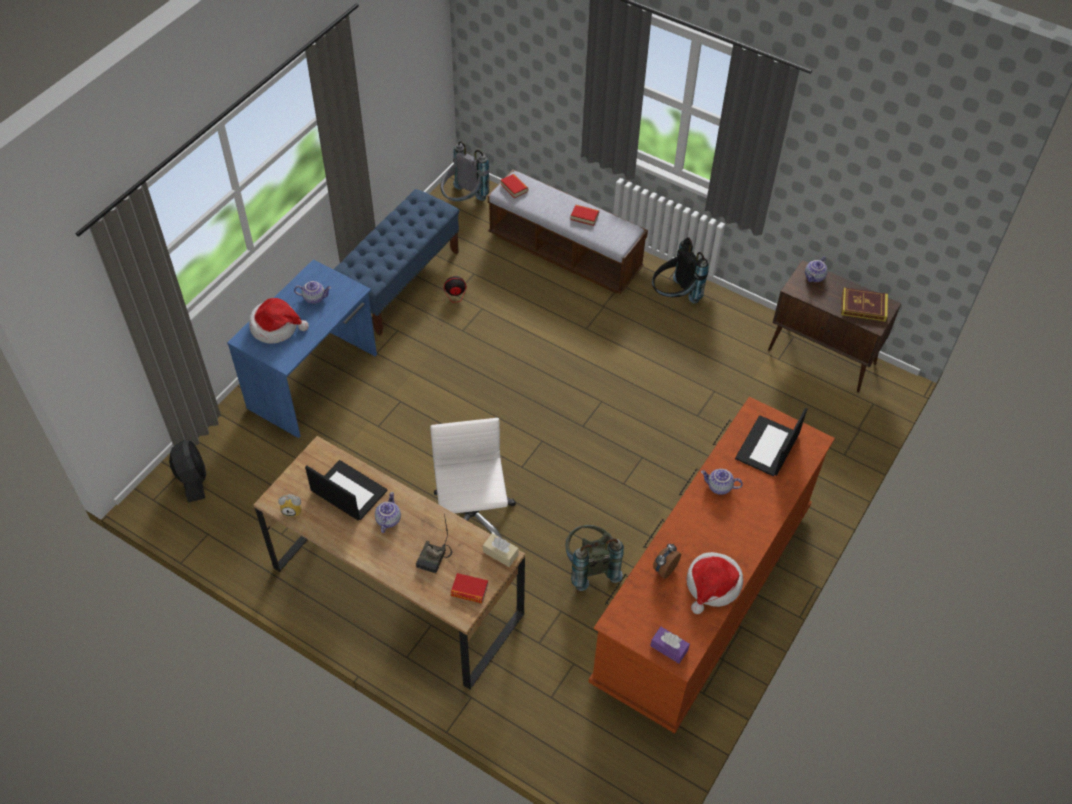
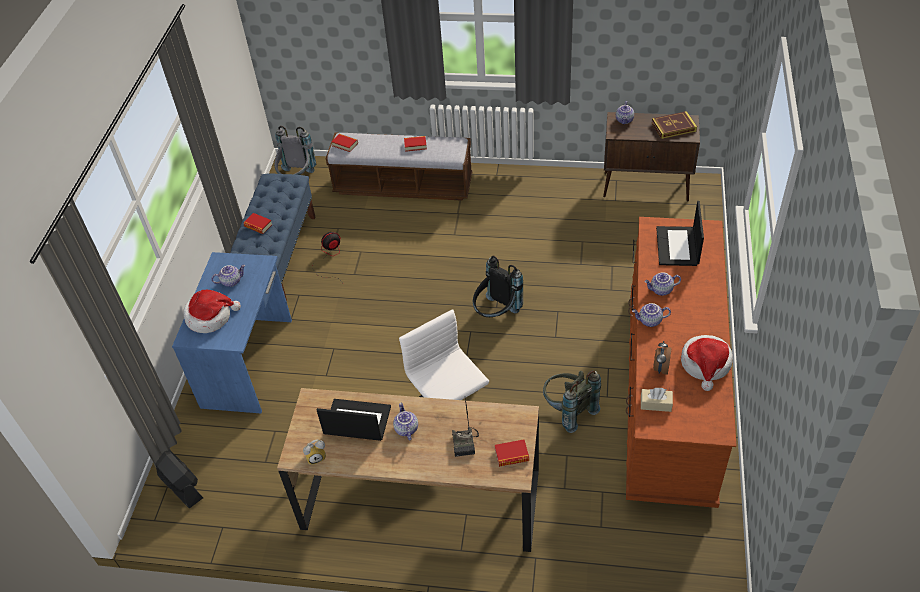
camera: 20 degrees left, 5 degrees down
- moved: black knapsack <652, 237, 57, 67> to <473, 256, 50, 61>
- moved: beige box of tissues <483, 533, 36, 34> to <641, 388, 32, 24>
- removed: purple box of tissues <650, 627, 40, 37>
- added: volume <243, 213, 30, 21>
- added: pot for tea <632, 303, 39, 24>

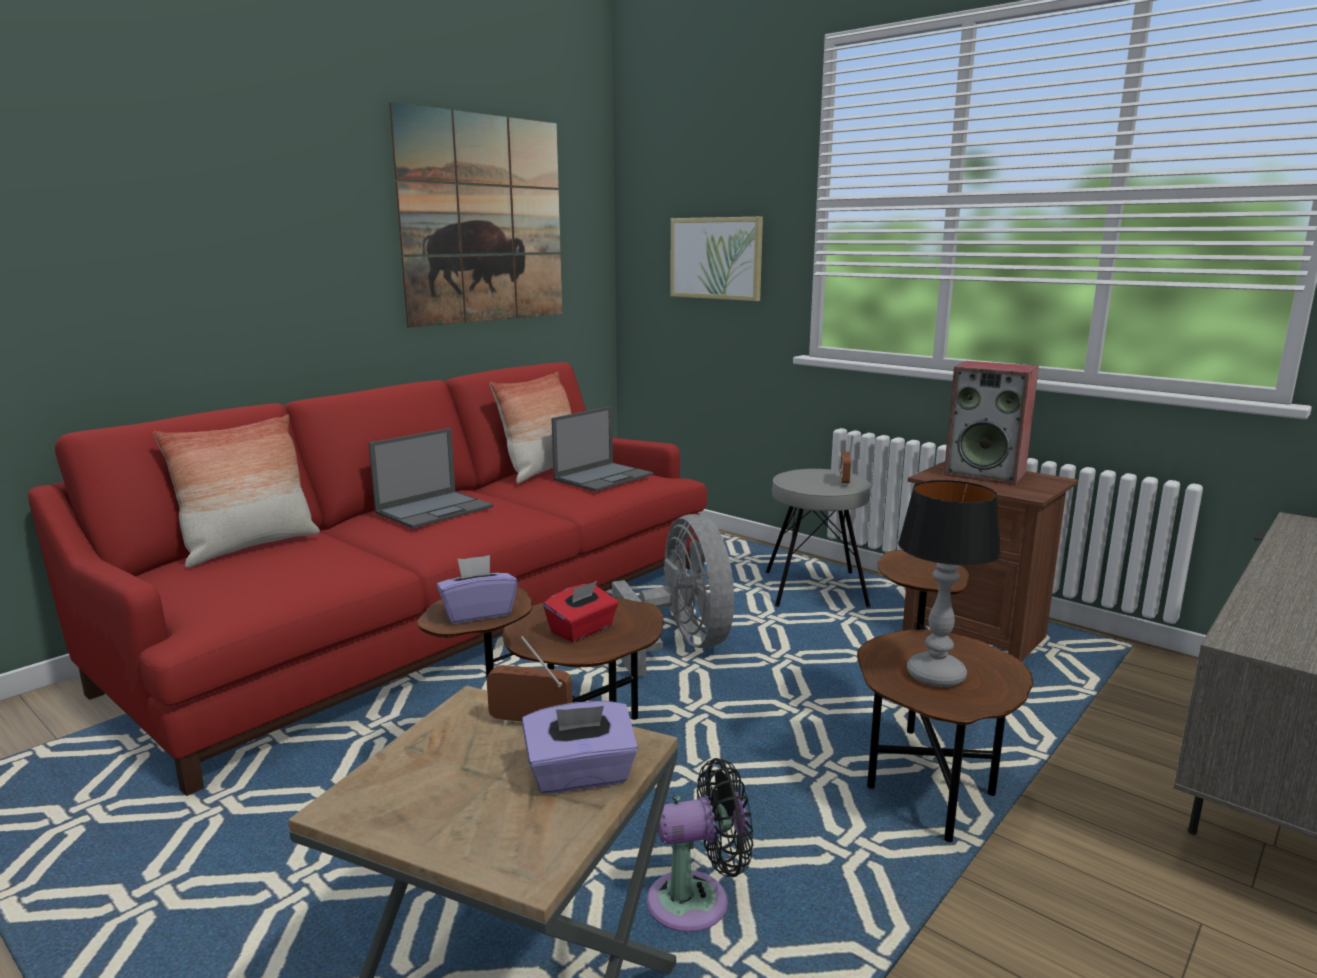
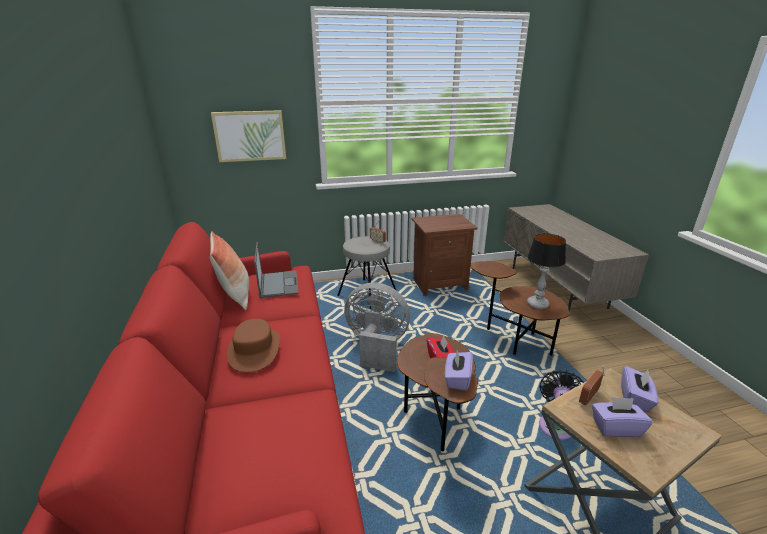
camera: 55 degrees left, 10 degrees up
- removed: picture <389, 102, 173, 226>
- removed: loudspeaker <944, 361, 95, 124>
- removed: pillow <153, 414, 167, 154>
- replaced: portable computer <368, 428, 125, 101> to brown wearable hat <227, 319, 53, 53>
- added: purple box of tissues <592, 397, 61, 40>

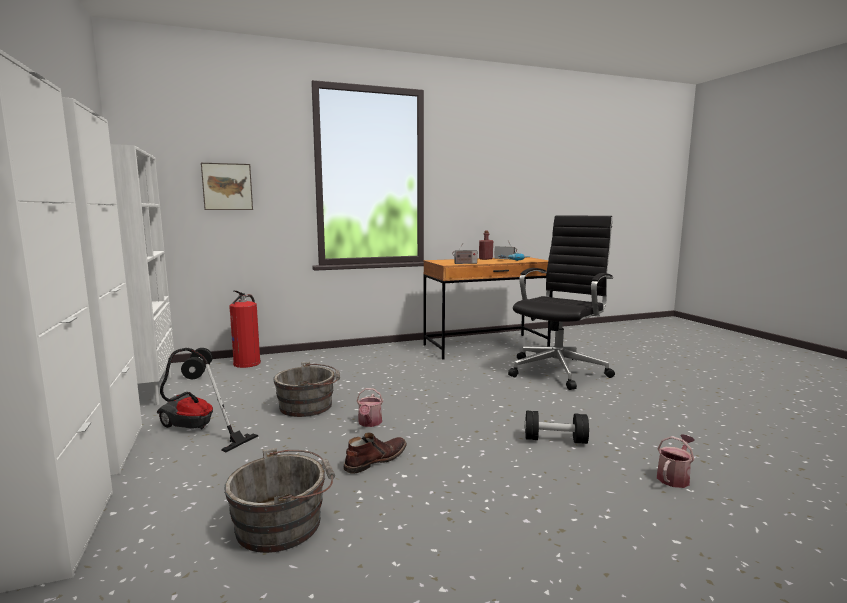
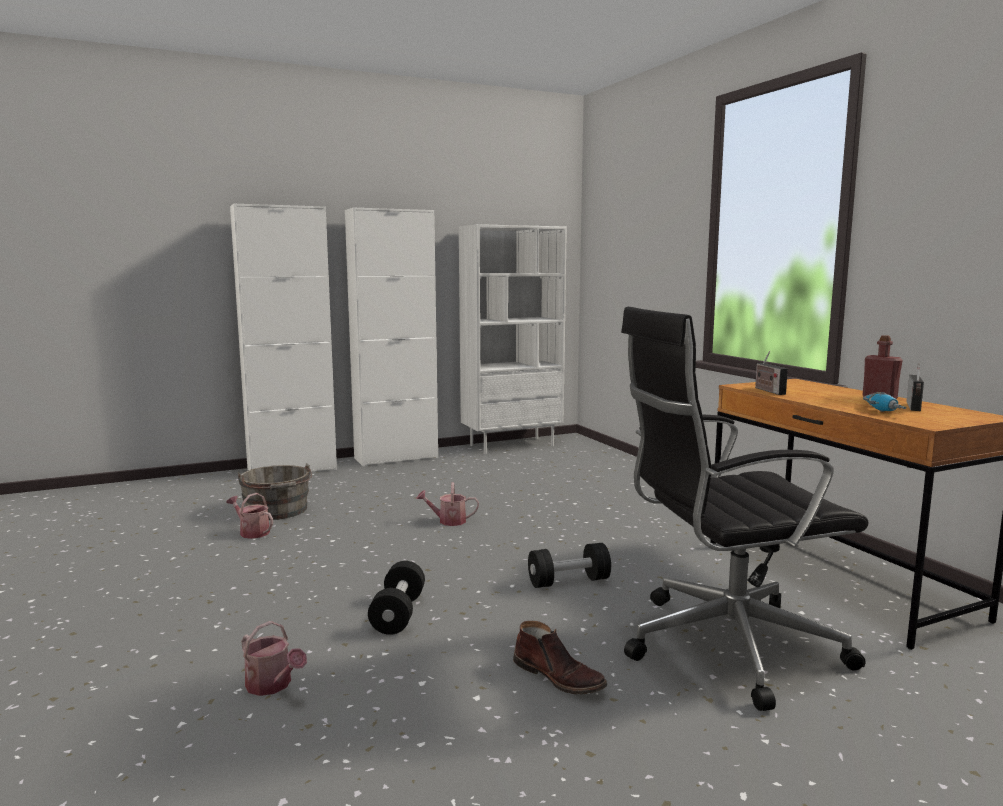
camera: 85 degrees right, 0 degrees up
- removed: picture <201, 163, 52, 47>
- turned: black office chair <508, 215, 107, 175> = <621, 307, 248, 404> 135 degrees clockwise
- removed: fire extinguisher <229, 291, 32, 77>
- removed: vacuum cleaner <157, 348, 101, 104>
- moved: black dumbbell <181, 348, 32, 31> to <528, 543, 83, 45>
- removed: gray water bucket <273, 362, 67, 55>
- moved: brown tall boot <343, 433, 64, 41> to <513, 621, 94, 74>
- added: watering pot <226, 493, 47, 46>

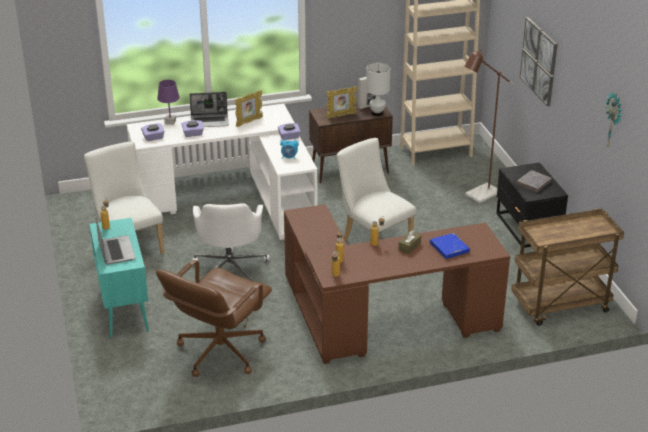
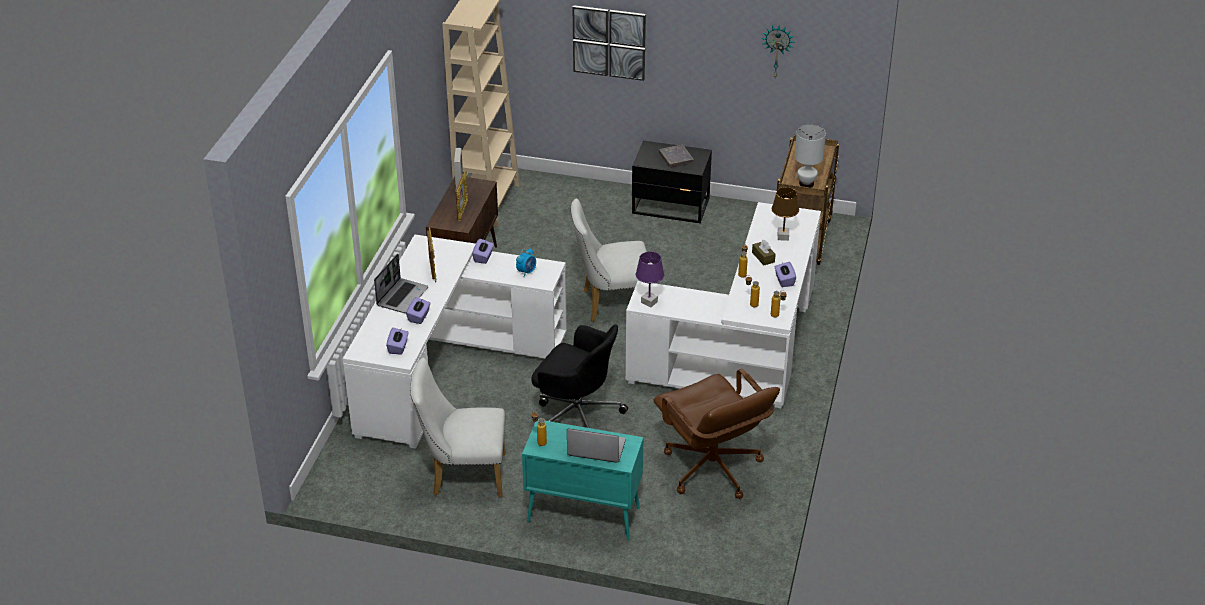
camera: 60 degrees left, 5 degrees up
- removed: brown standing lamp <464, 50, 50, 153>
- moved: white-coloured tabletop lamp <366, 63, 25, 53> to <795, 125, 31, 62>
- moved: purple tabletop lamp <157, 80, 23, 45> to <636, 252, 28, 55>
- recoloured: white-coloured office chair <192, 203, 77, 78> to black office chair <531, 325, 97, 103>
- recoloured: brown desk unit <284, 204, 226, 160> to white-coloured desk unit <625, 202, 196, 206>
- replaced: bluish volume <430, 233, 40, 26> to brown tabletop lamp <772, 187, 27, 54>
- added: purple box of tissues <775, 262, 21, 25>

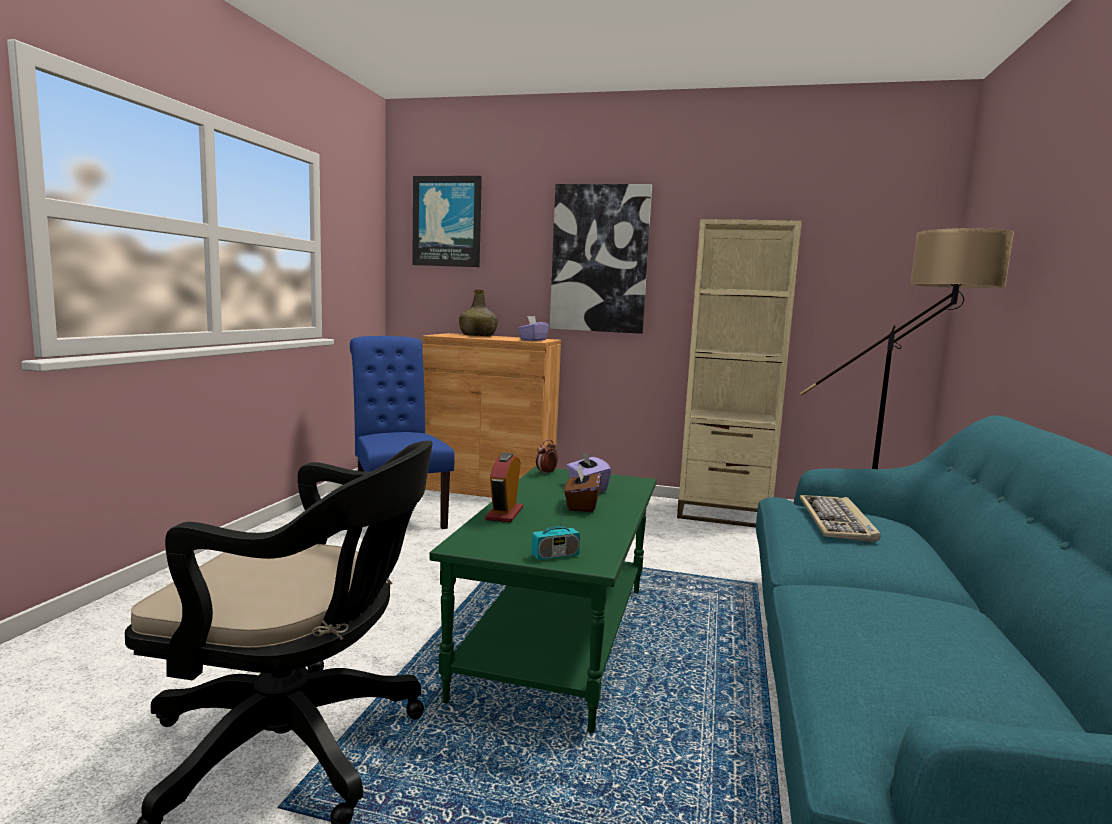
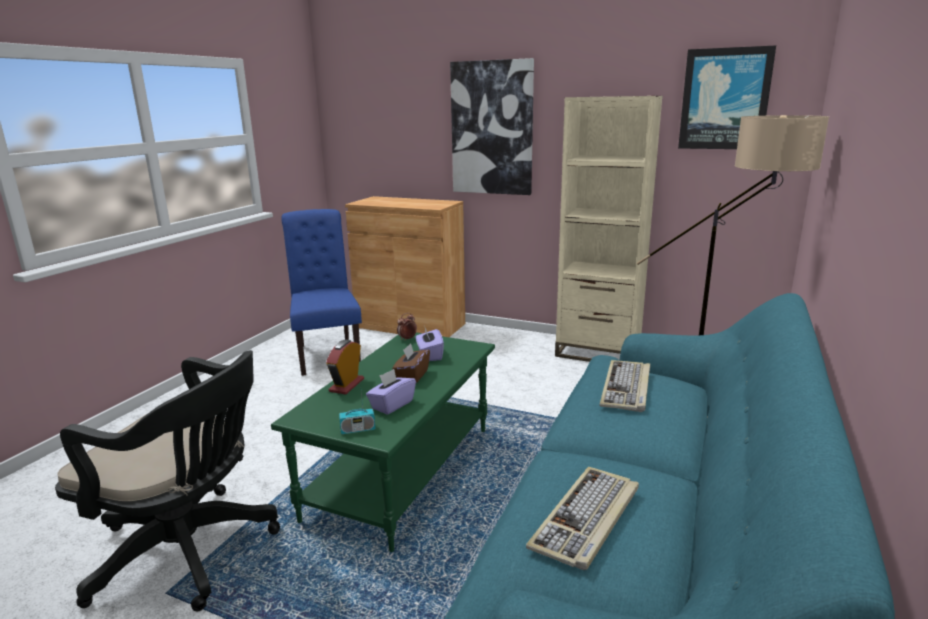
camera: 10 degrees right, 10 degrees up
- moved: picture <412, 176, 70, 91> to <678, 45, 98, 104>
- removed: green beverage bottle <459, 289, 39, 47>
- moved: purple box of tissues <518, 316, 31, 25> to <366, 369, 50, 46>
- added: keyboard <526, 467, 113, 103>

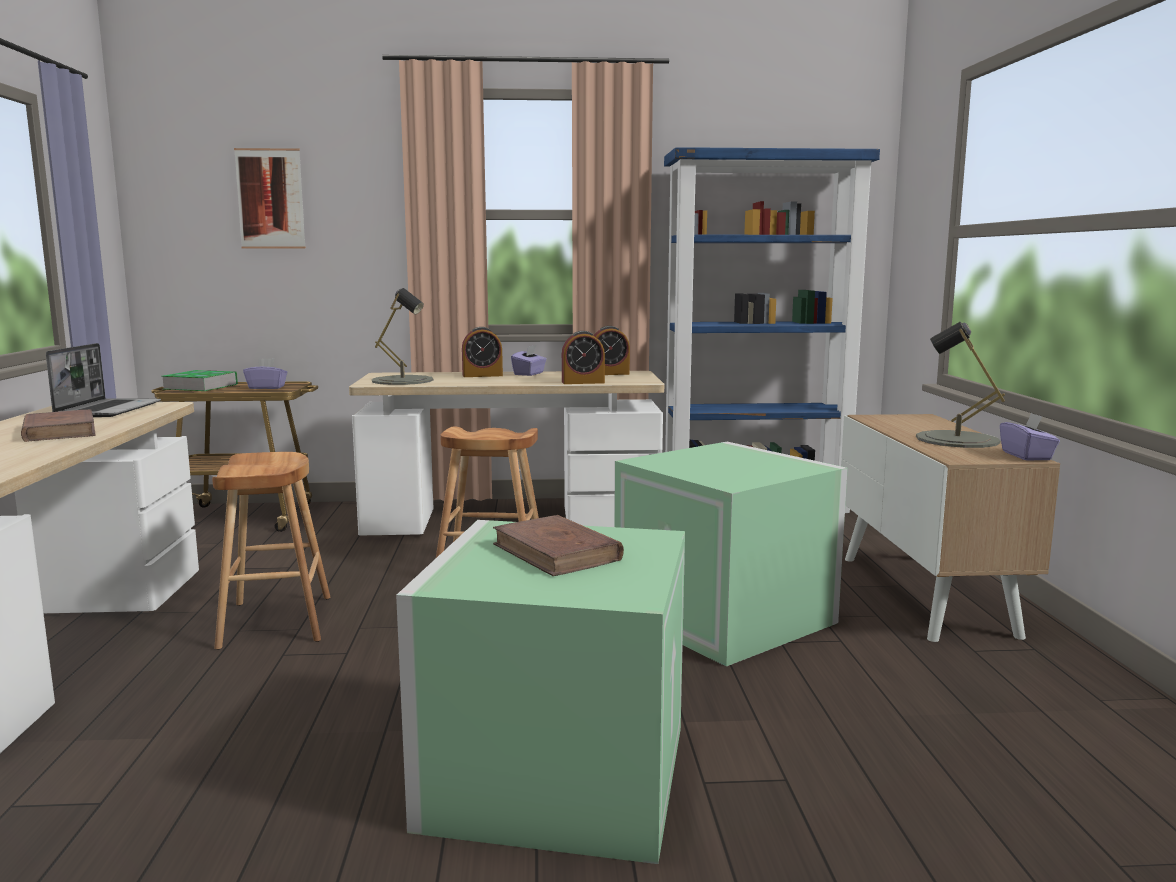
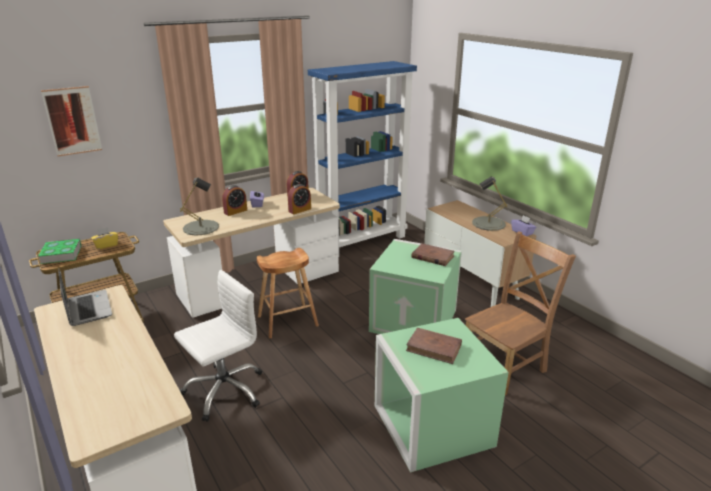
camera: 30 degrees left, 15 degrees up
- recoloured: purple box of tissues <243, 358, 45, 31> to yellow box of tissues <91, 227, 27, 22>
- moved: brown volume <21, 410, 75, 32> to <411, 243, 44, 23>
- replaced: brown stool <212, 452, 119, 198> to white-coloured office chair <174, 270, 88, 152>
- added: brown upright chair <465, 231, 111, 164>

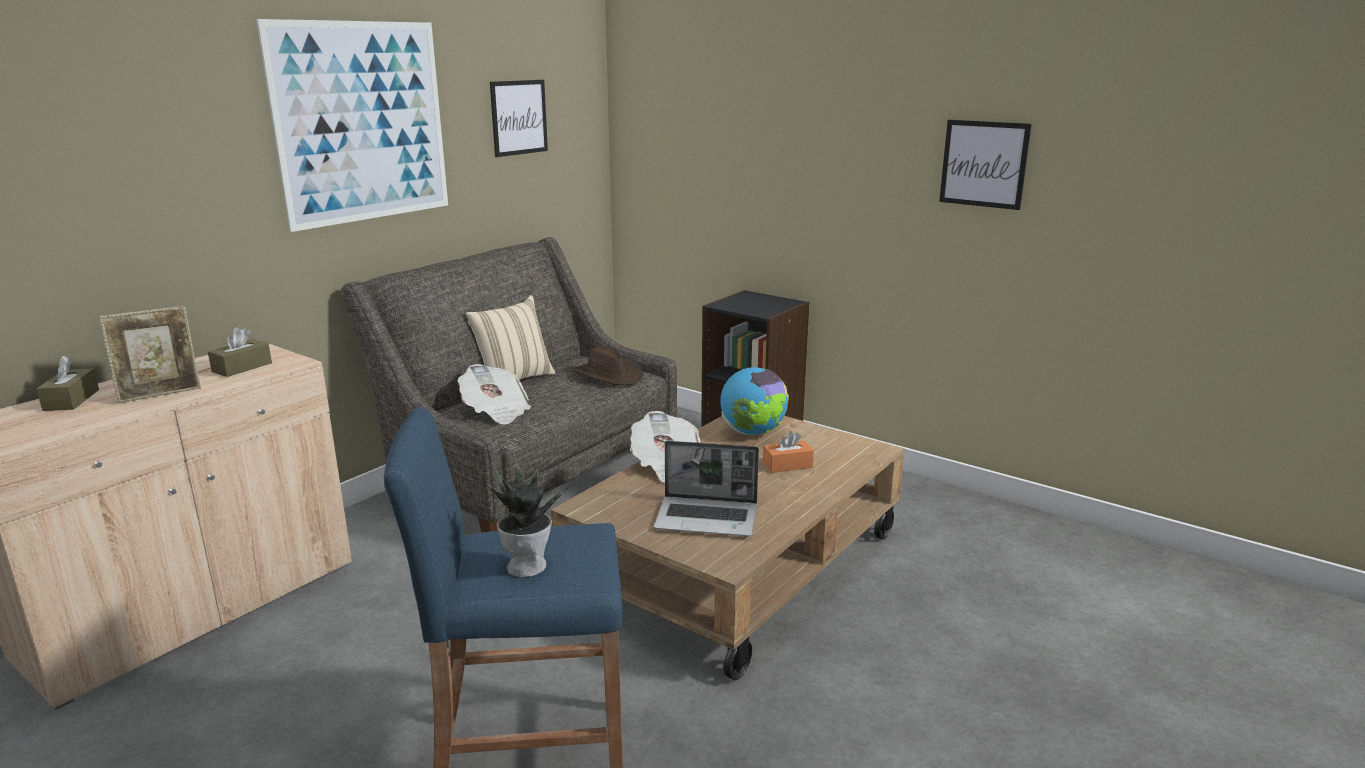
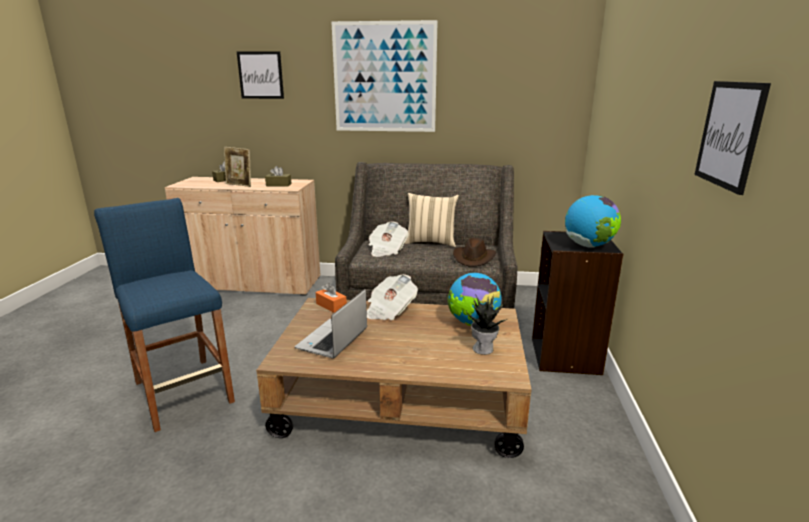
camera: 60 degrees right, 0 degrees up
- moved: picture <490, 80, 58, 77> to <237, 51, 47, 48>
- moved: orange-coloured box of tissues <763, 431, 51, 42> to <316, 283, 31, 30>
- turned: portable computer <654, 441, 105, 96> = <295, 289, 72, 70> 45 degrees clockwise
- moved: houseplant <487, 459, 83, 118> to <466, 294, 43, 61>
- added: desk globe <565, 195, 56, 53>

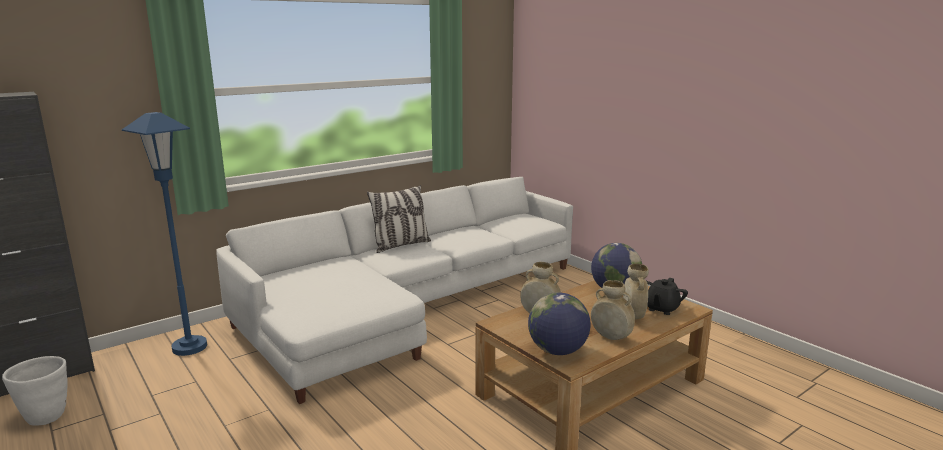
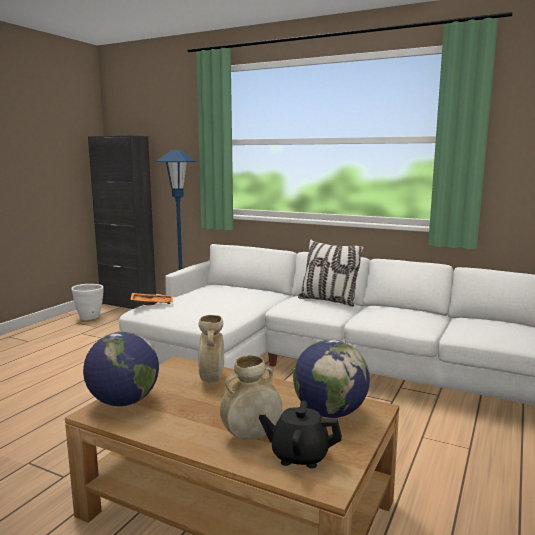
camera: 65 degrees right, 5 degrees down
- removed: beige decorative vase <591, 280, 44, 60>
- added: orange-coloured tray <130, 293, 43, 12>

